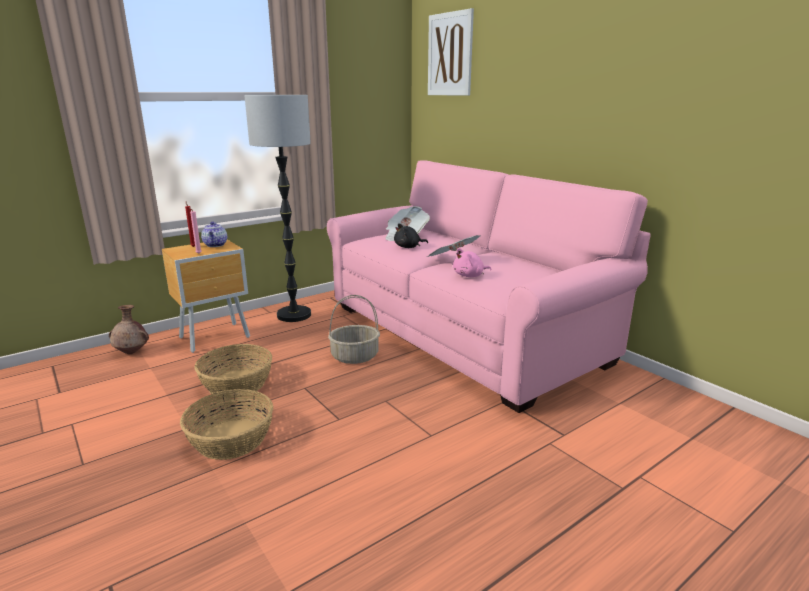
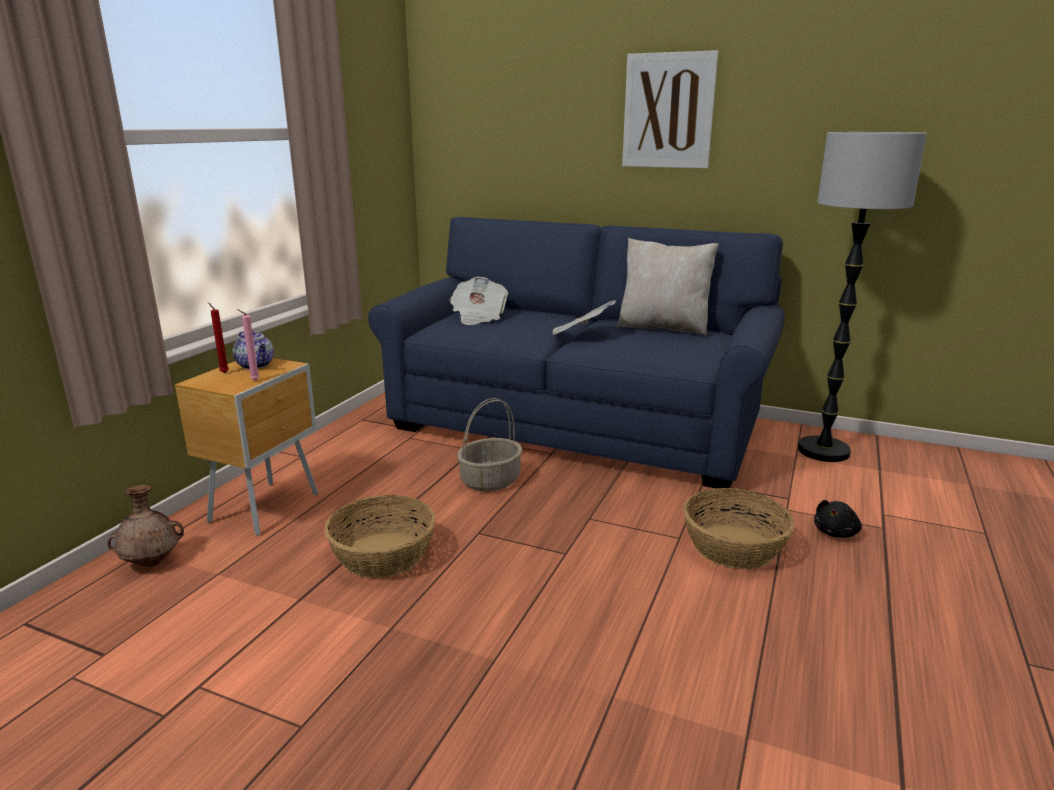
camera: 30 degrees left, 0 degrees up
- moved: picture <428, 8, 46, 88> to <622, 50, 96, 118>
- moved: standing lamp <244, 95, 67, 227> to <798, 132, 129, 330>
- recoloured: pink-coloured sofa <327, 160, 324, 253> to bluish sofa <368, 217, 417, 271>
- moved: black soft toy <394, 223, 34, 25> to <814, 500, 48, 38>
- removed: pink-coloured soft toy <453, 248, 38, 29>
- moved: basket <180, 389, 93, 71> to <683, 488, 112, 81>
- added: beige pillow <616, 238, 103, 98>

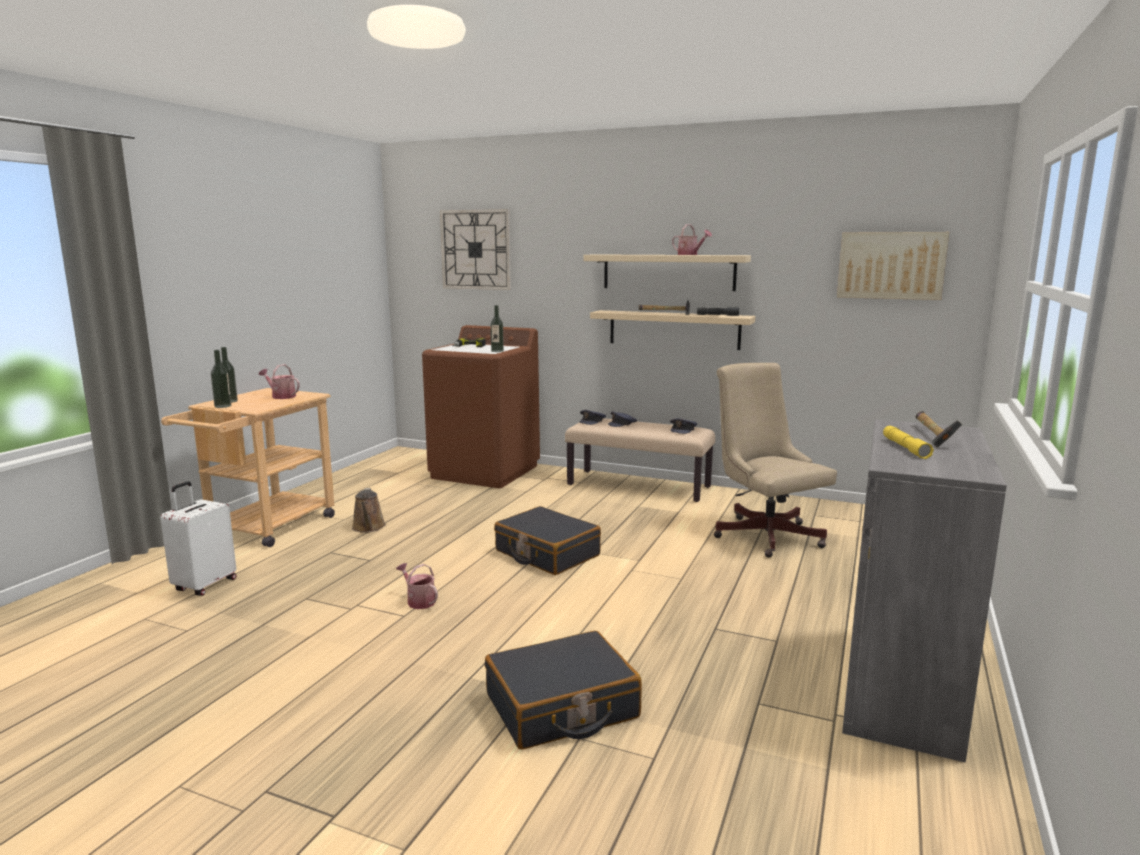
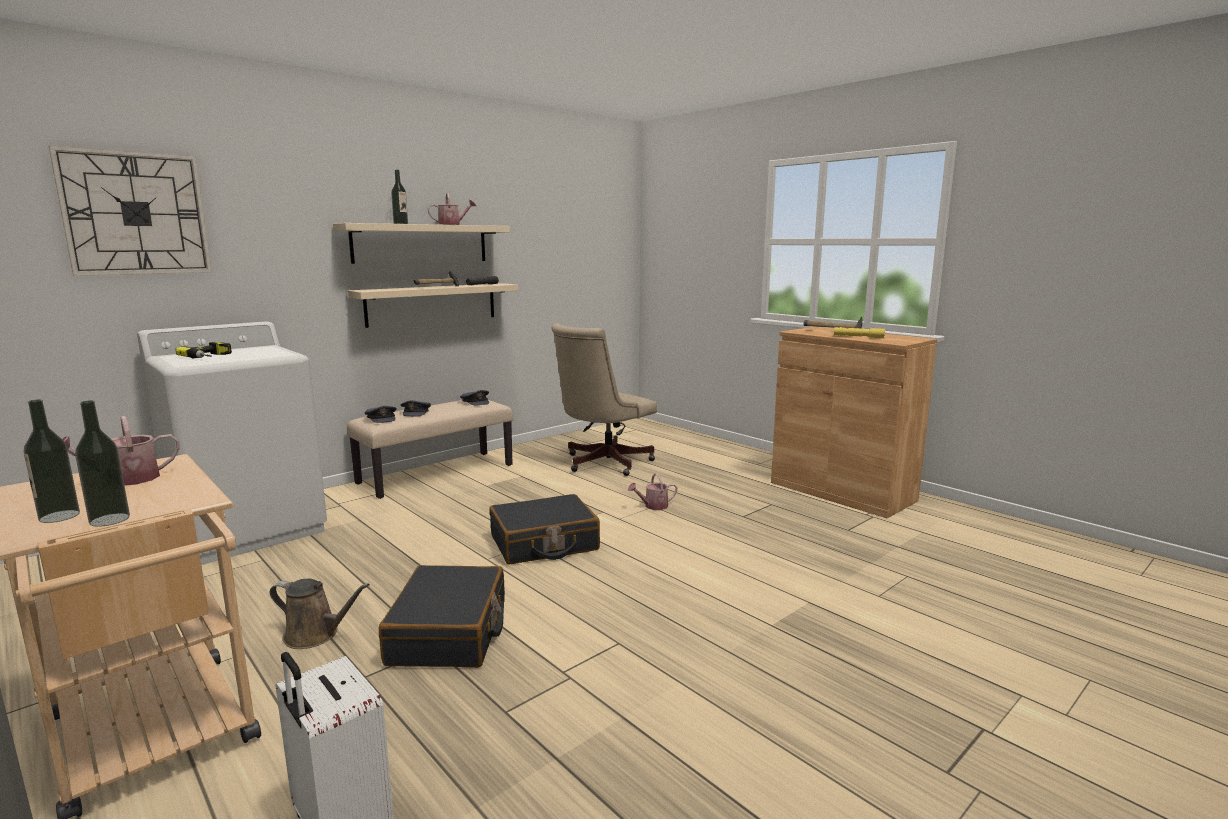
camera: 65 degrees left, 0 degrees up
- removed: picture <837, 232, 112, 68>
- moved: beverage bottle <491, 305, 13, 47> to <391, 170, 17, 54>
- recoloured: brown washing machine <422, 325, 118, 163> to white-coloured washing machine <137, 322, 190, 243>
- turned: beige office chair <714, 363, 123, 195> = <551, 323, 106, 153> 45 degrees counterclockwise
- recoloured: gray storage cabinet <842, 419, 165, 343> to brown storage cabinet <771, 327, 166, 191>
- moved: watering pot <396, 563, 42, 46> to <628, 473, 49, 37>
- moved: black piece of luggage <485, 631, 157, 119> to <379, 565, 126, 103>

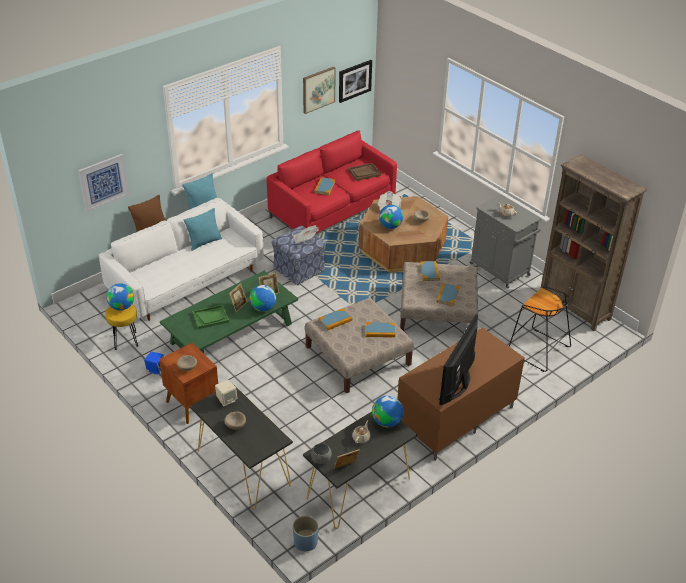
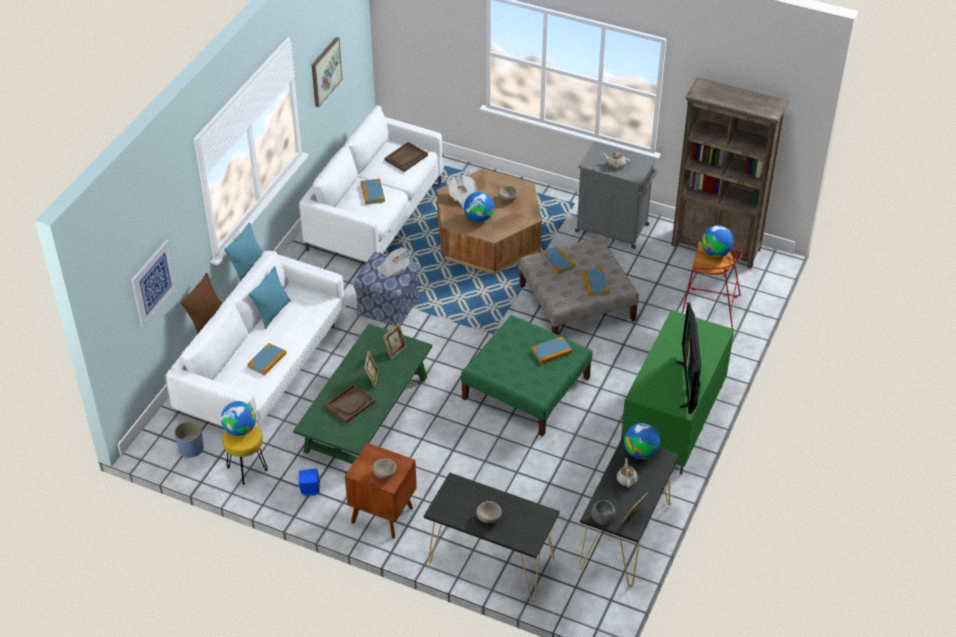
camera: 25 degrees left, 5 degrees up
- removed: picture <339, 60, 33, 43>
- recoloured: reddish sofa <267, 130, 130, 104> to white-coloured sofa <299, 106, 144, 157>
- moved: desk globe <249, 285, 27, 27> to <701, 225, 33, 32>
- recoloured: black stool <509, 286, 62, 86> to reddish stool <682, 239, 61, 90>
- recoloured: beige footrest <305, 297, 109, 96> to green footrest <461, 315, 132, 122>
- recoloured: green tray <192, 305, 37, 24> to brown tray <325, 384, 51, 39>
- moved: volume <318, 308, 34, 23> to <247, 343, 39, 33>
- recoloured: brown media console <398, 327, 127, 134> to green media console <621, 310, 113, 165>
- removed: beige loudspeaker <215, 380, 22, 26>
- moved: bluish plant pot <293, 516, 26, 35> to <174, 421, 30, 37>

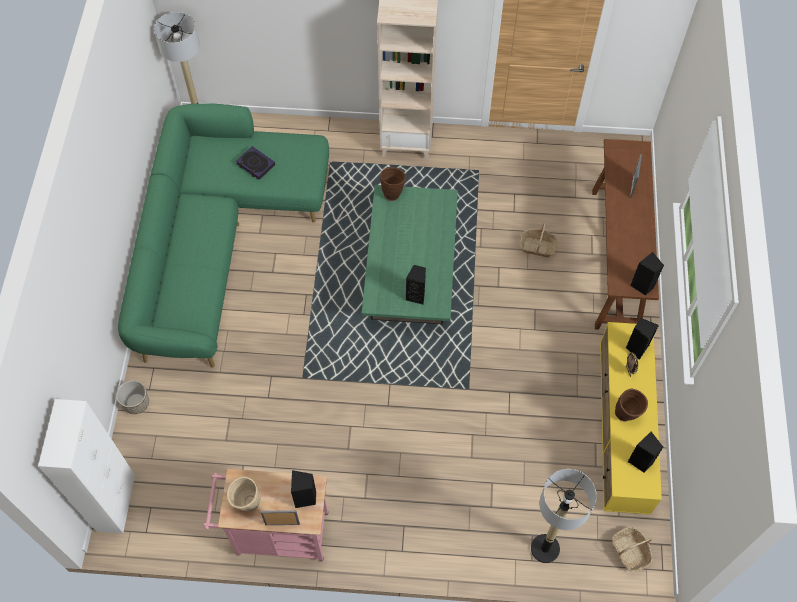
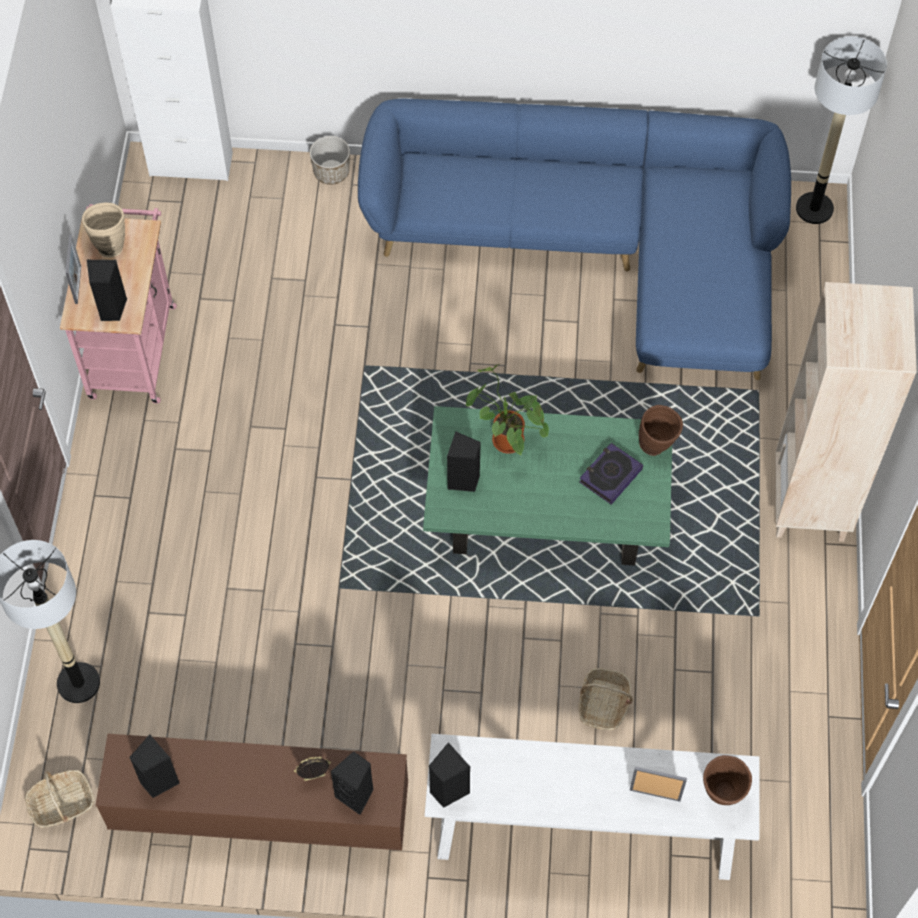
camera: 90 degrees right, 0 degrees up
- recoloured: green sofa <118, 103, 211, 264> to bluish sofa <358, 99, 433, 281>
- recoloured: brown console table <592, 139, 67, 191> to white-coloured console table <425, 734, 335, 146>
- moved: volume <236, 146, 39, 34> to <579, 443, 64, 62>
- recoloured: yellow media console <600, 322, 62, 192> to brown media console <95, 734, 313, 116>
- moved: brown decorative vase <615, 389, 33, 32> to <703, 755, 49, 50>
- added: houseplant <466, 364, 83, 91>

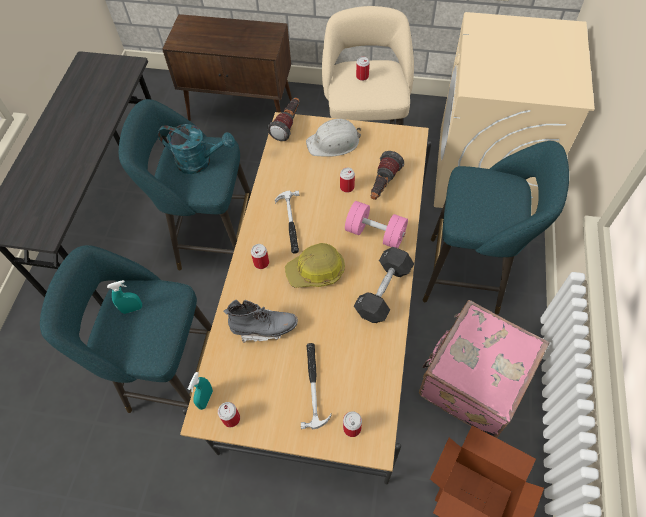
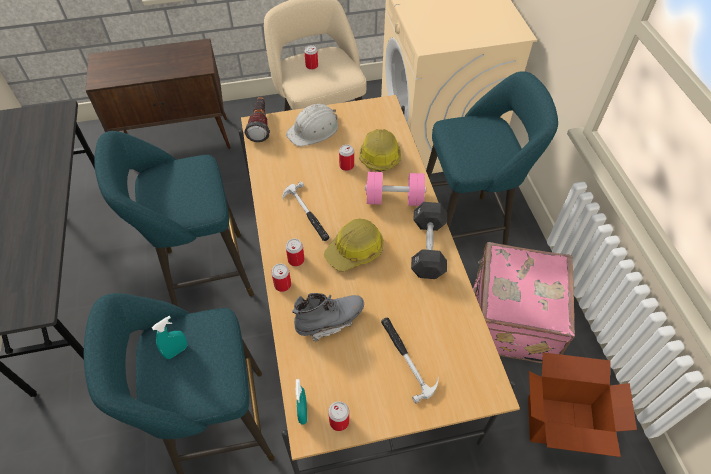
camera: 25 degrees left, 5 degrees down
- removed: blue-green watering pot <158, 124, 77, 50>
- replaced: torch <371, 151, 33, 49> to hard hat <359, 129, 42, 43>
- moved: metal can <343, 411, 19, 26> to <271, 264, 20, 28>

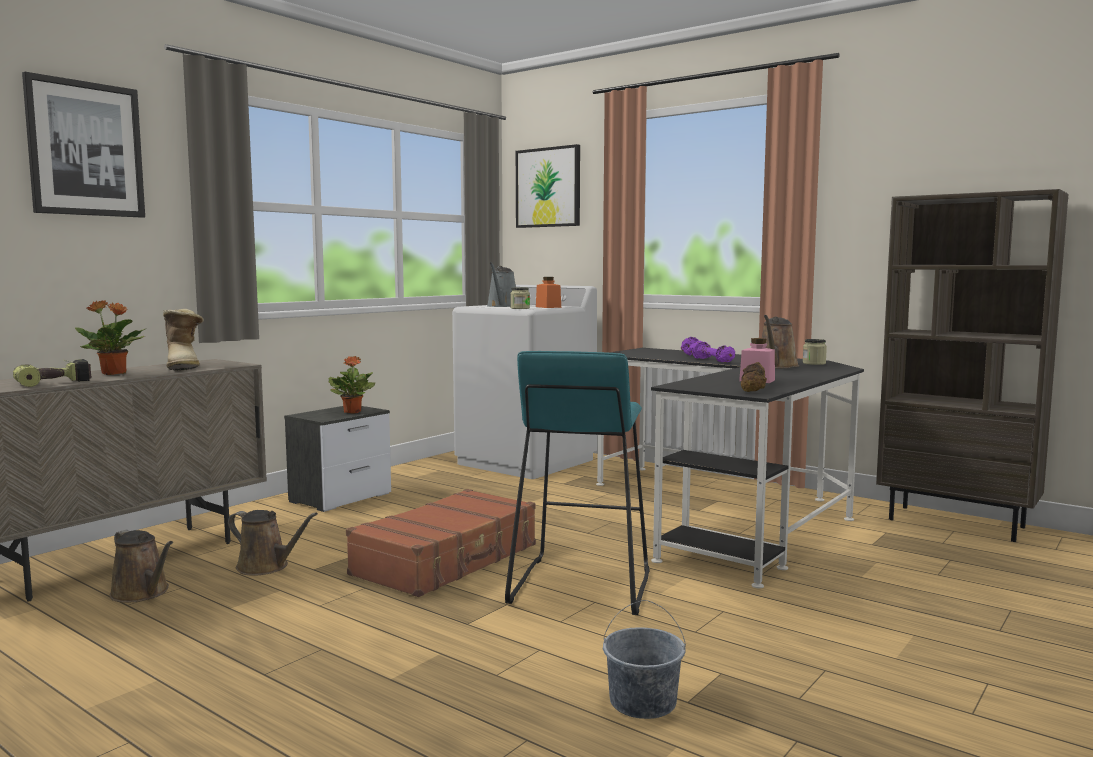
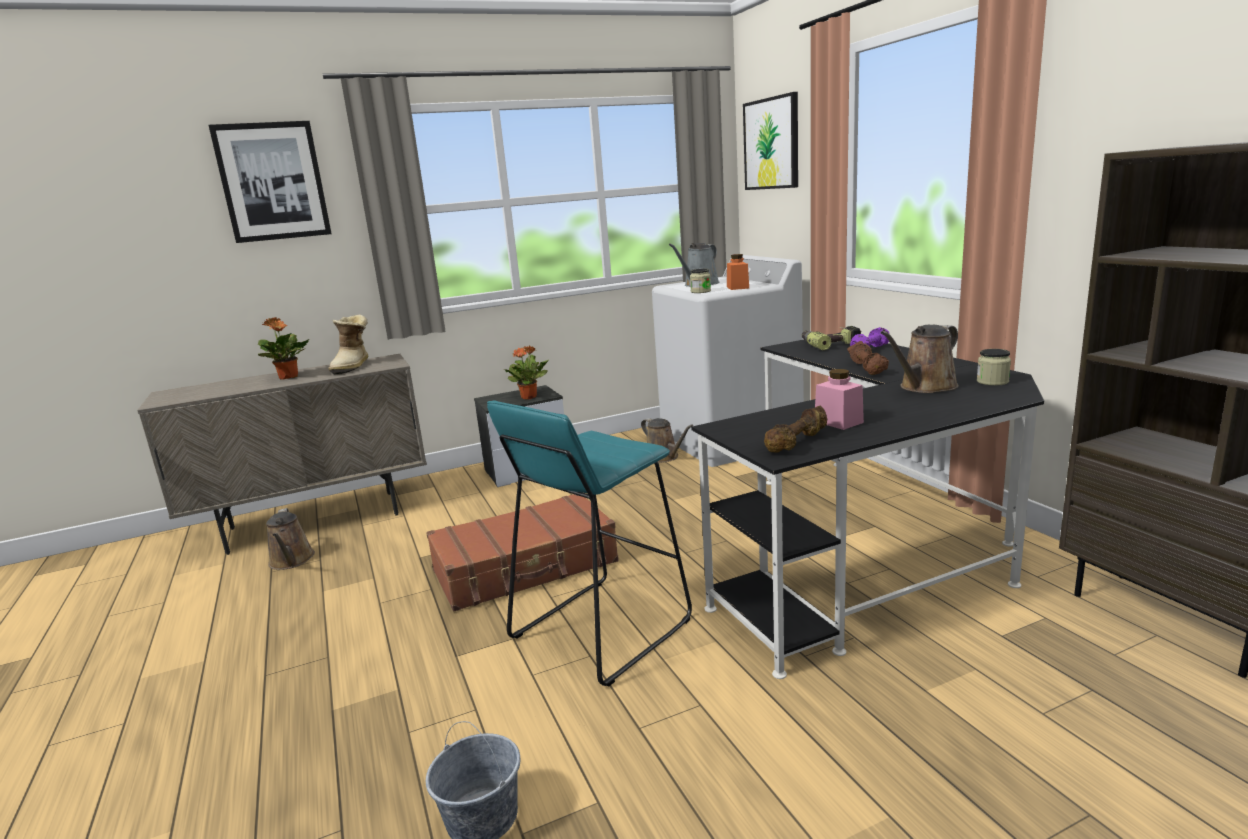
camera: 30 degrees right, 10 degrees up
- recoloured: purple dumbbell <689, 341, 47, 22> to brown dumbbell <847, 341, 42, 34>
- moved: electric drill <13, 359, 79, 28> to <802, 326, 59, 24>
- moved: brown watering pot <228, 510, 90, 66> to <641, 418, 52, 45>

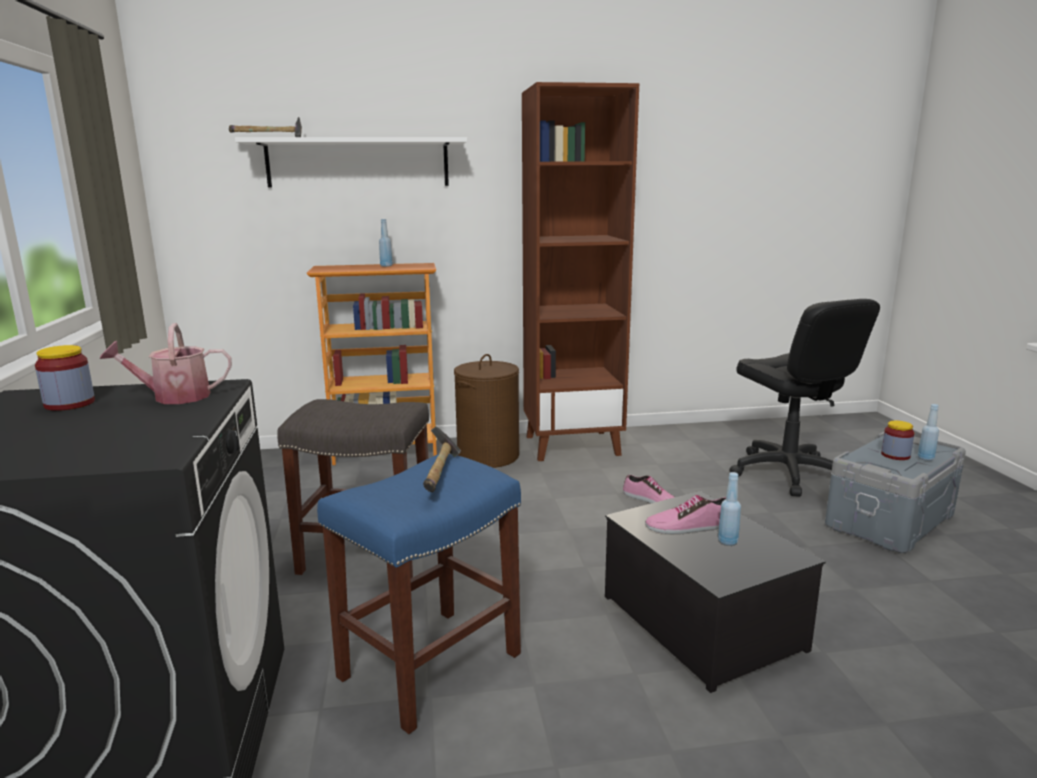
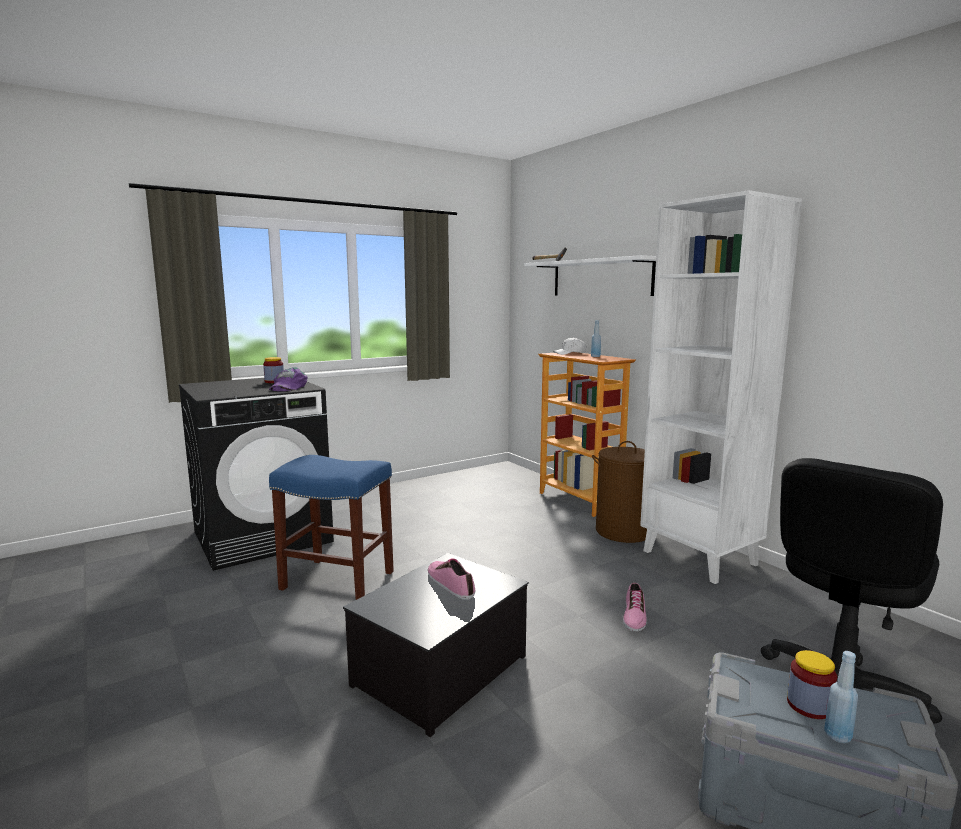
camera: 65 degrees right, 5 degrees down
- recoloured: brown bookshelf <522, 82, 117, 379> to white-coloured bookshelf <640, 190, 162, 394>
- replaced: watering pot <100, 323, 132, 81> to purple baseball cap <269, 367, 39, 24>
- removed: gray stool <277, 399, 152, 180>
- removed: hammer <423, 426, 38, 66>
- removed: bluish beverage bottle <718, 472, 23, 74>
- added: white-coloured baseball cap <553, 337, 33, 18>

